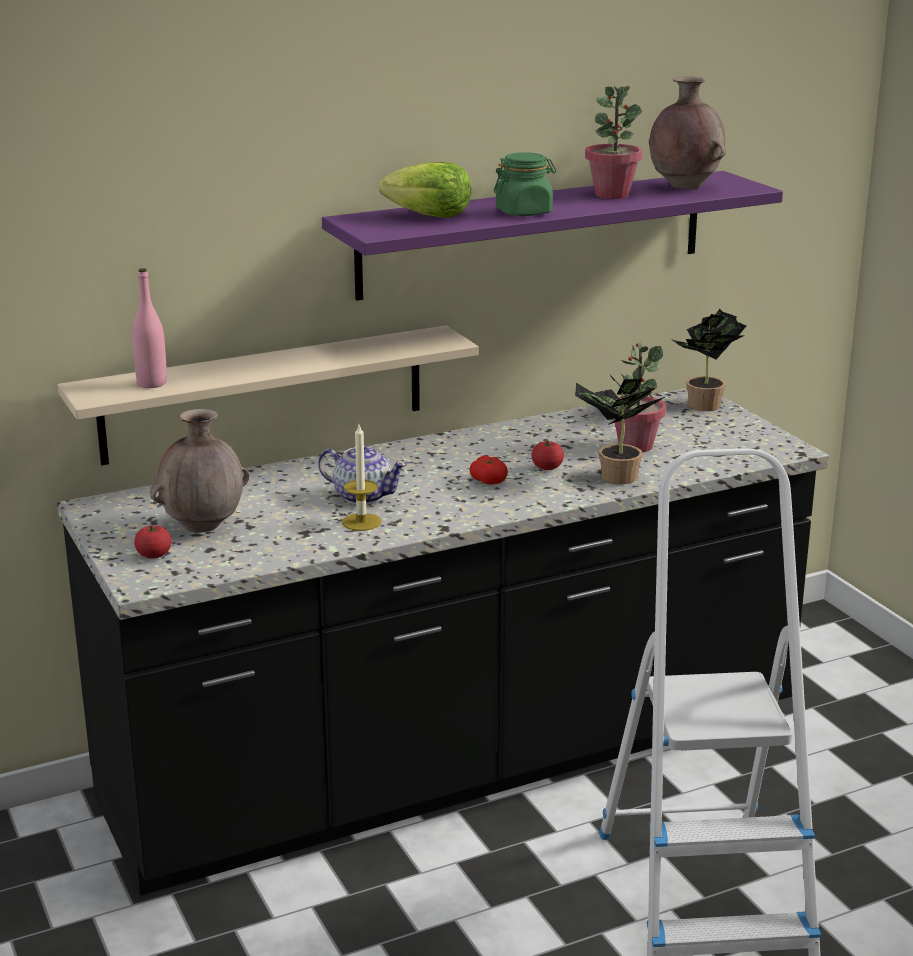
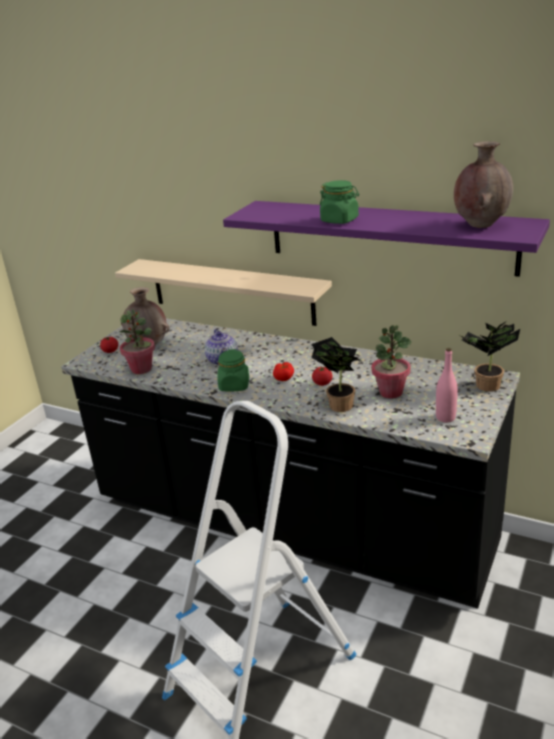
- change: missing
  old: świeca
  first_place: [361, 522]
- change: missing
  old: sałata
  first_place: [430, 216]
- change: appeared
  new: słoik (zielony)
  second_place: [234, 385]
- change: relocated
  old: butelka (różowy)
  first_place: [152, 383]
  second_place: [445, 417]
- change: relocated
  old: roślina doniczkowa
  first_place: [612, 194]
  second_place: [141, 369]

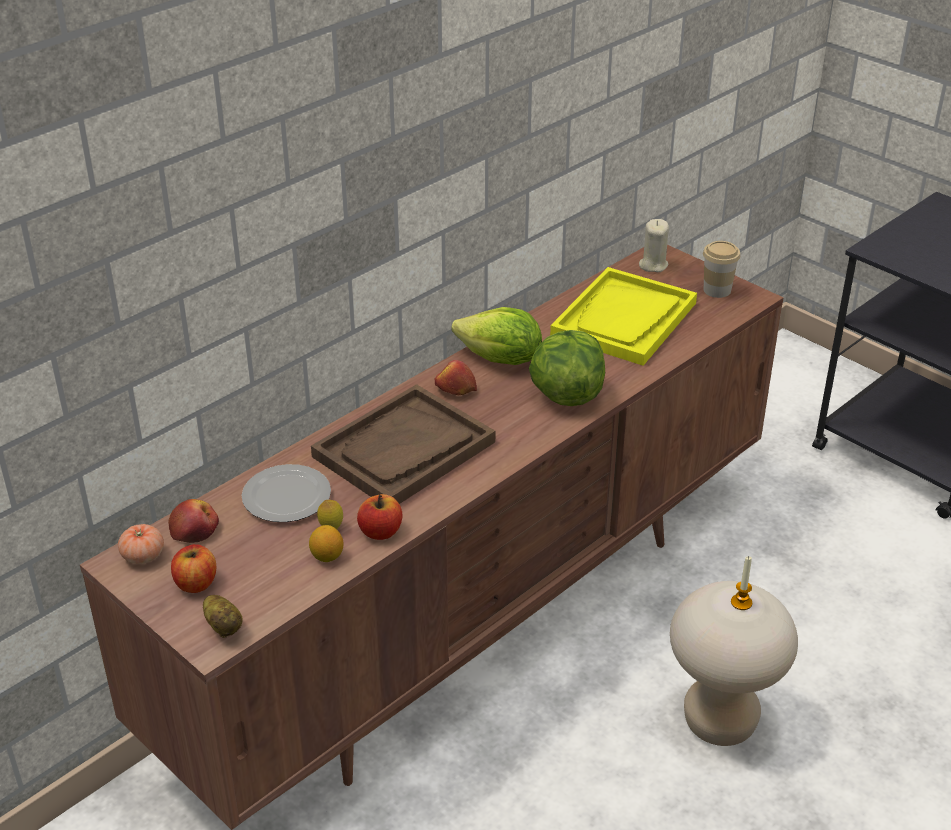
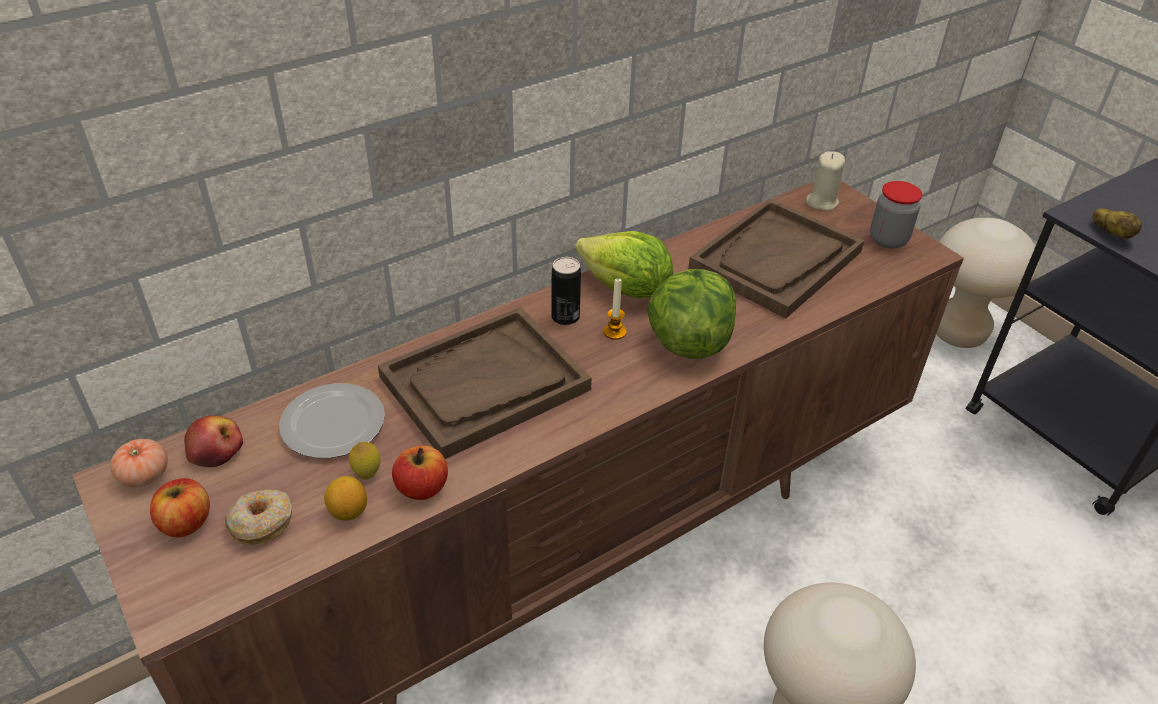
- change: appeared
  new: donut
  second_place: [262, 523]
- change: appeared
  new: stołek (beżowy)
  second_place: [958, 333]
- change: relocated
  old: ziemniak
  first_place: [224, 626]
  second_place: [1111, 234]
- change: relocated
  old: świeca
  first_place: [741, 602]
  second_place: [614, 332]
- change: exchanged
  old: jabłko
  new: puszka
  first_place: [455, 389]
  second_place: [565, 317]
- change: exchanged
  old: filiżanka
  new: słoik
  first_place: [717, 290]
  second_place: [888, 239]
- change: colour
  old: taca (żółty)
  new: taca (brązowy)
  first_place: [624, 320]
  second_place: [776, 260]

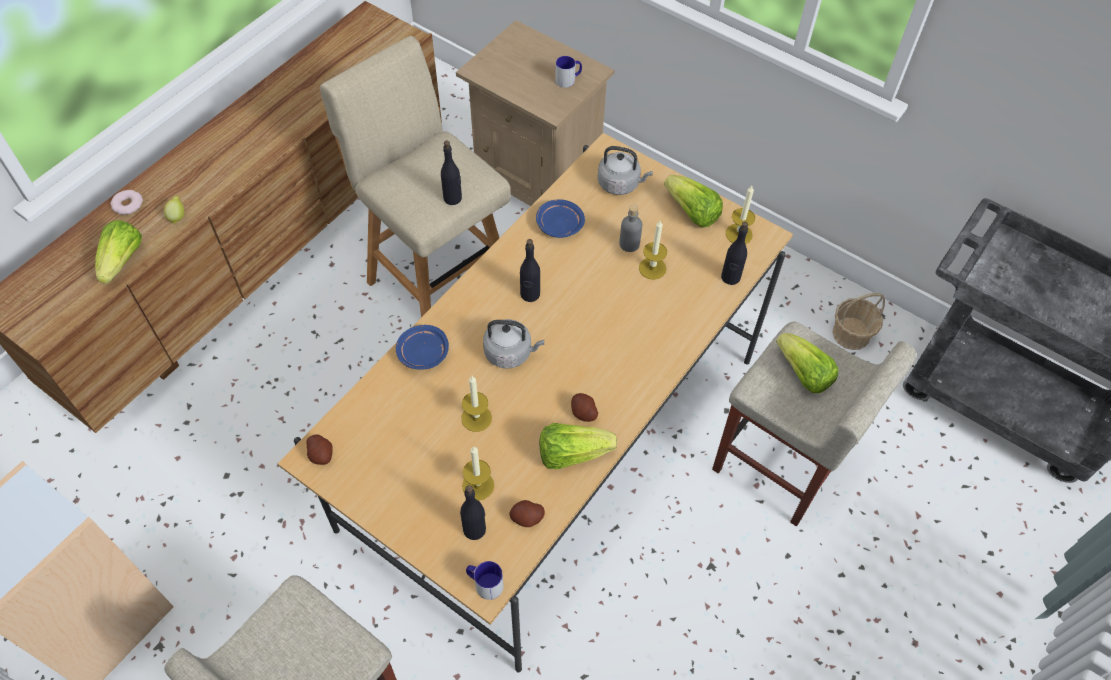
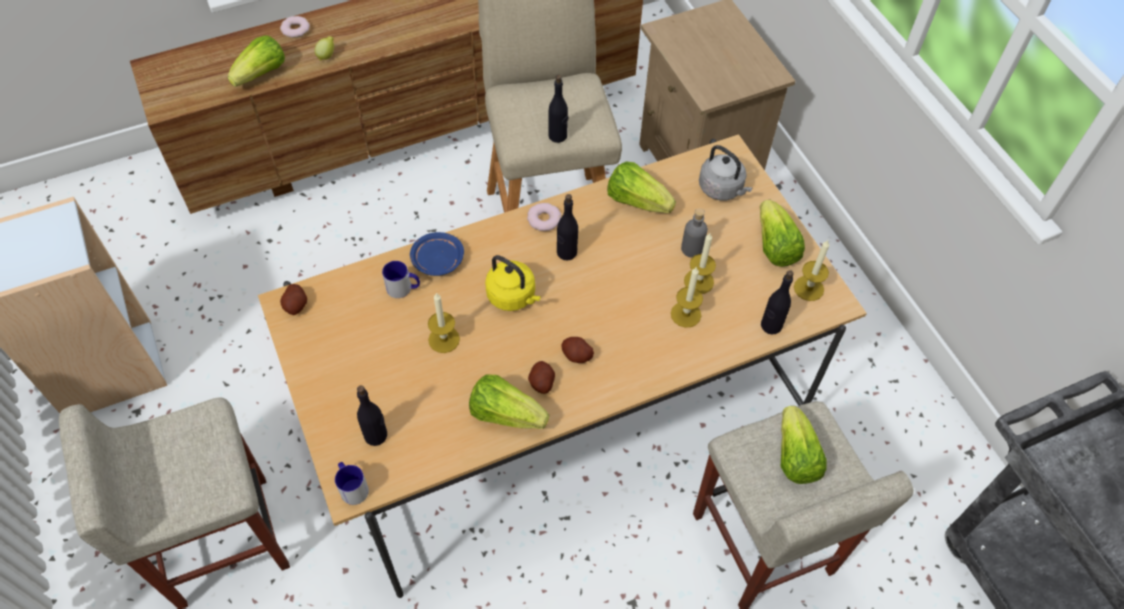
- change: missing
  old: koszyk
  first_place: [851, 334]
- change: appeared
  new: donut
  second_place: [543, 219]
- change: relocated
  old: świeca
  first_place: [478, 485]
  second_place: [686, 314]
- change: relocated
  old: ziemniak
  first_place: [527, 518]
  second_place: [577, 355]
- change: relocated
  old: kubek
  first_place: [568, 79]
  second_place: [403, 288]
- change: exchanged
  old: talerz (niebieski)
  new: sałata
  first_place: [559, 224]
  second_place: [637, 201]
- change: colour
  old: czajnik (szary)
  new: czajnik (żółty)
  first_place: [510, 353]
  second_place: [513, 296]

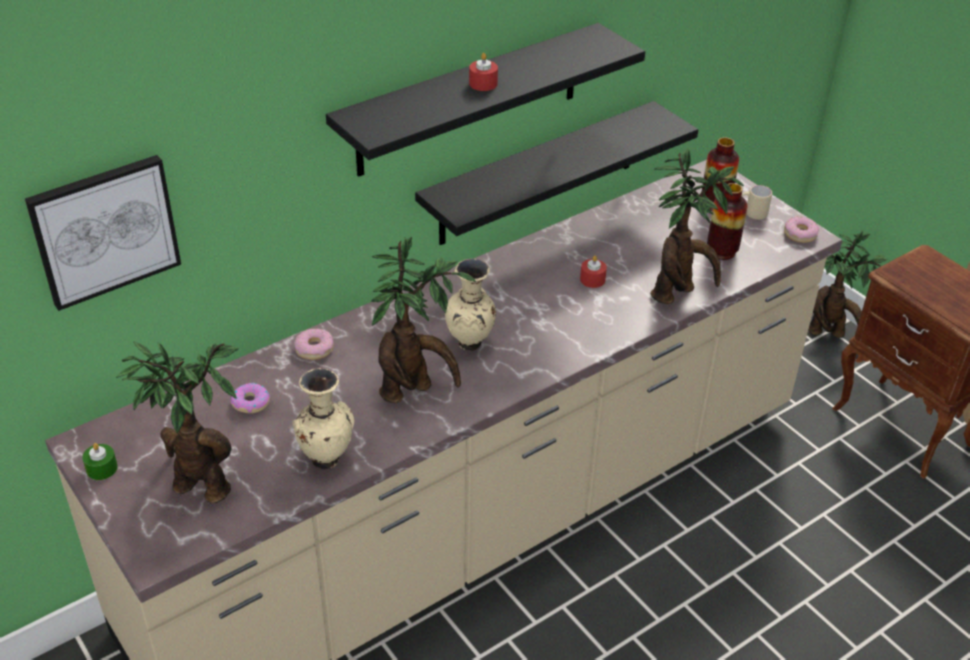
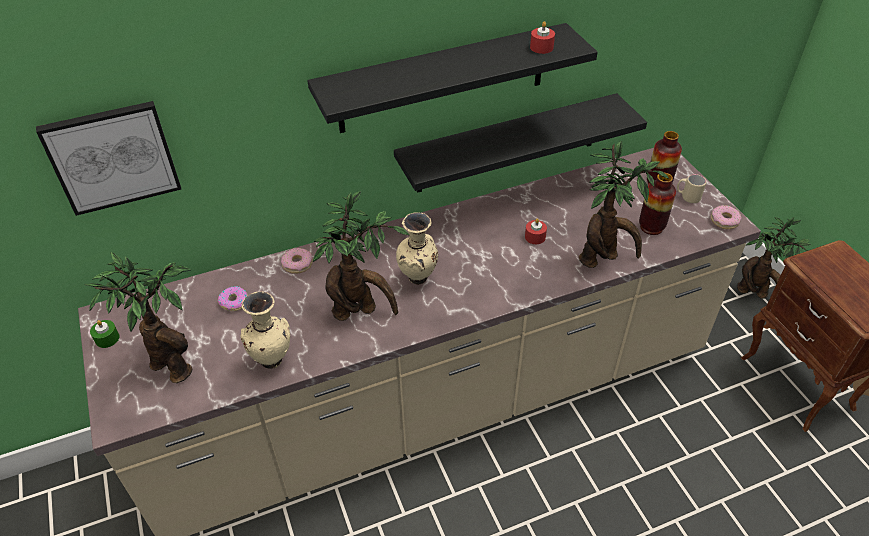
- change: relocated
  old: świeca (czerwony)
  first_place: [483, 83]
  second_place: [541, 47]

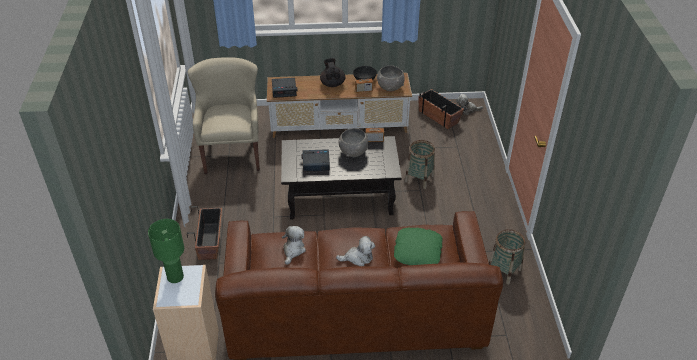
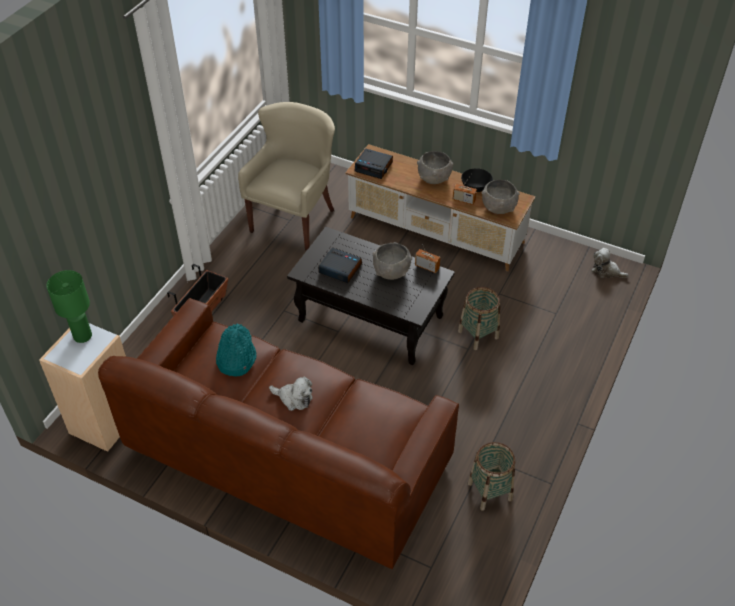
- change: missing
  old: poduszka (zielony)
  first_place: [417, 251]
- change: missing
  old: donica
  first_place: [438, 116]
- change: exchanged
  old: pluszak
  new: kapelusz (turkusowy)
  first_place: [293, 250]
  second_place: [235, 359]
- change: exchanged
  old: imbryk (czarny)
  new: miska (szary)
  first_place: [332, 83]
  second_place: [434, 178]

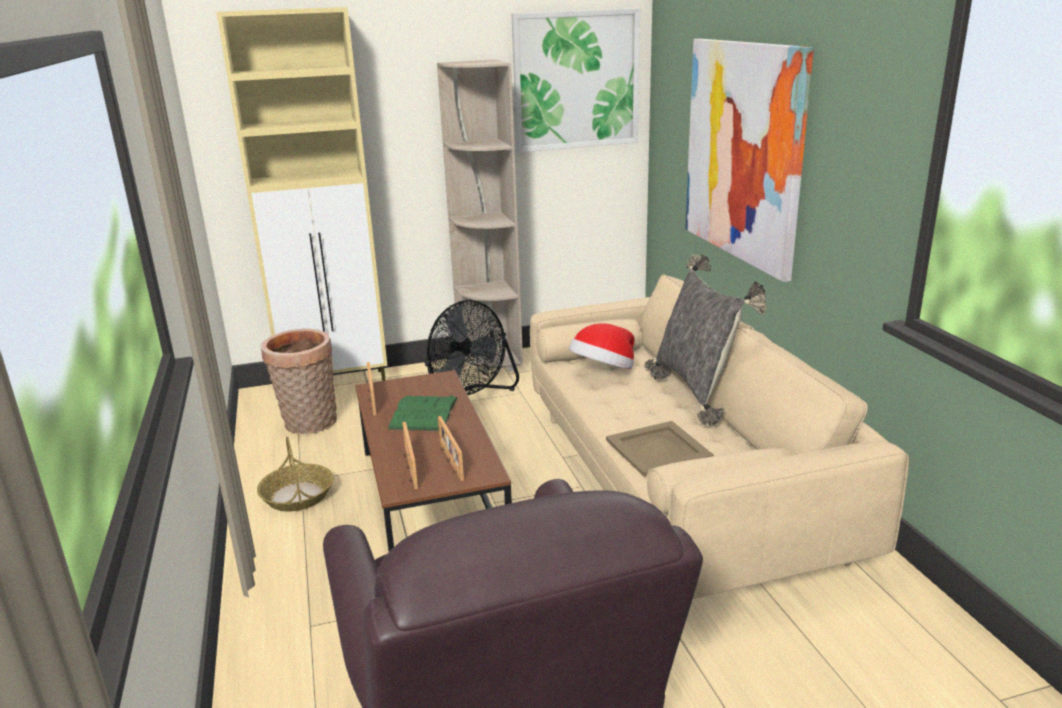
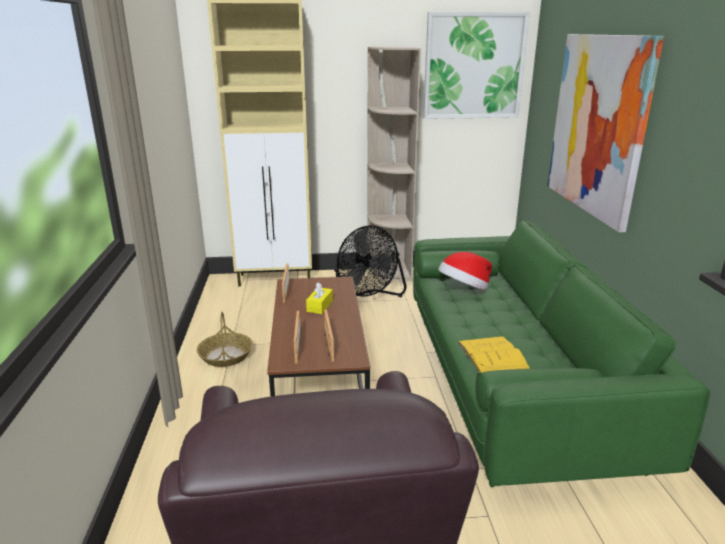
- change: missing
  old: koszyk
  first_place: [309, 424]
- change: missing
  old: poduszka
  first_place: [699, 399]
- change: exchanged
  old: książka (zielony)
  new: pudełko chusteczek (żółty)
  first_place: [424, 413]
  second_place: [319, 306]
- change: exchanged
  old: taca (beżowy)
  new: książka (żółty)
  first_place: [657, 448]
  second_place: [492, 355]
- change: colour
  old: kanapa (beżowy)
  new: kanapa (zielony)
  first_place: [677, 483]
  second_place: [512, 384]

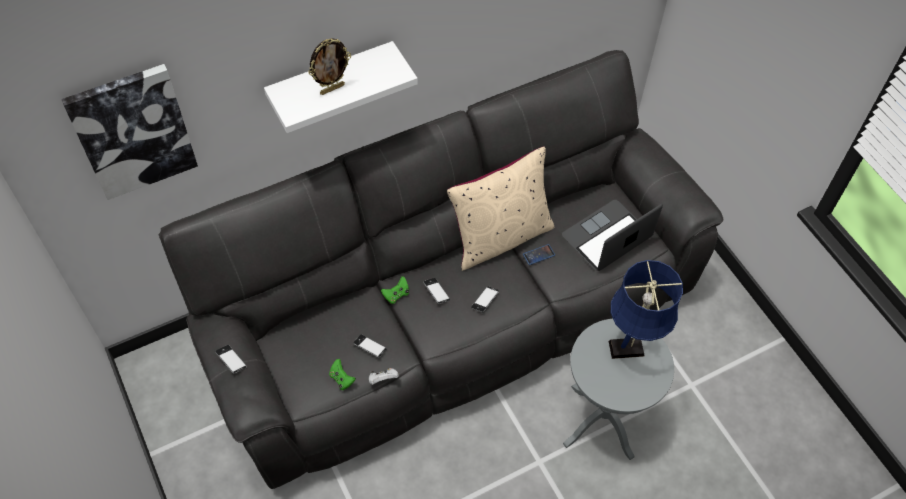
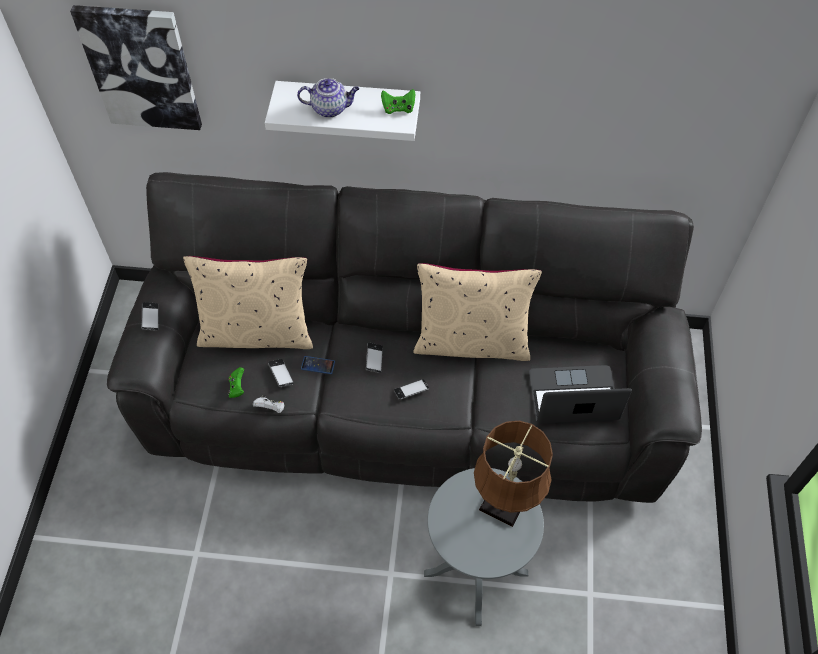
- change: appeared
  new: poduszka (beżowy)
  second_place: [257, 332]
- change: relocated
  old: pad do gier (zielony)
  first_place: [396, 295]
  second_place: [398, 109]
- change: relocated
  old: telefon
  first_place: [538, 255]
  second_place: [318, 365]
- change: exchanged
  old: ramka na zdjęcie
  new: imbryk
  first_place: [332, 89]
  second_place: [330, 108]
- change: colour
  old: lampa stołowa (niebieski)
  new: lampa stołowa (brązowy)
  first_place: [630, 348]
  second_place: [504, 511]

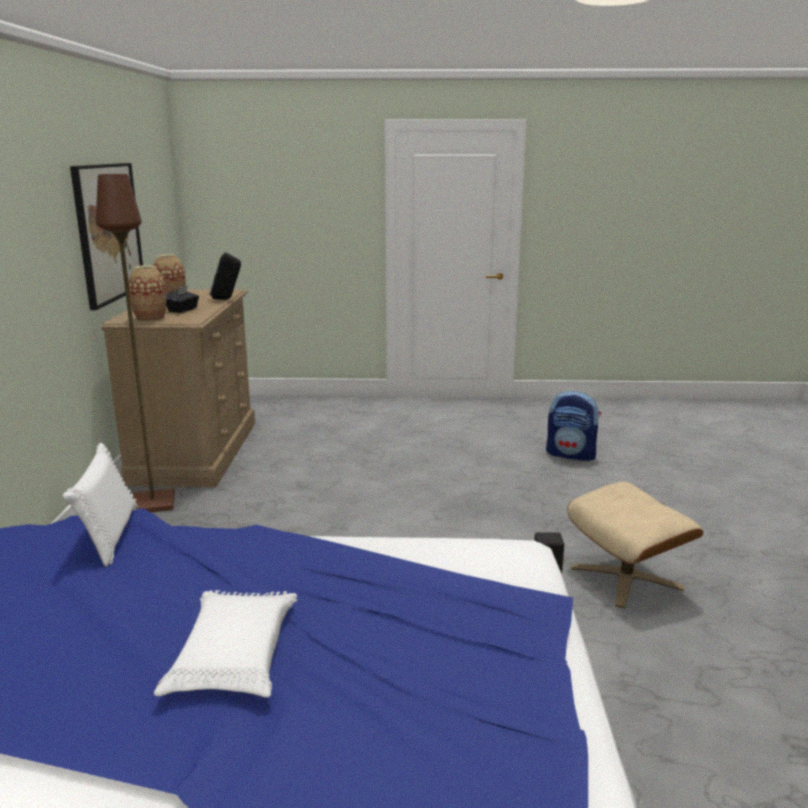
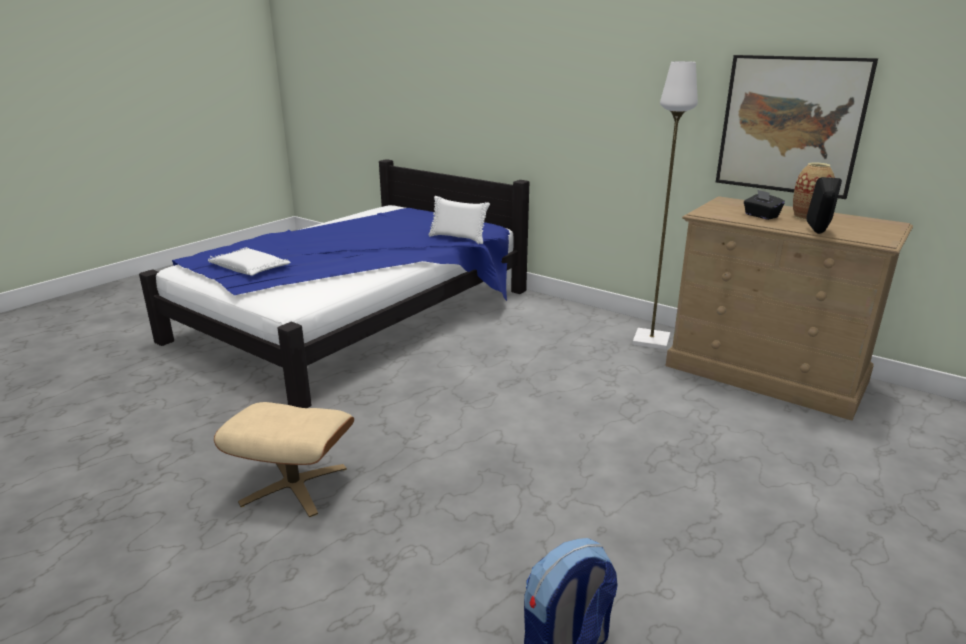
- change: missing
  old: wazon
  first_place: [150, 319]
- change: relocated
  old: poduszka (biały)
  first_place: [234, 651]
  second_place: [249, 267]
- change: colour
  old: lampa stojąca (brązowy)
  new: lampa stojąca (biały)
  first_place: [154, 503]
  second_place: [652, 340]

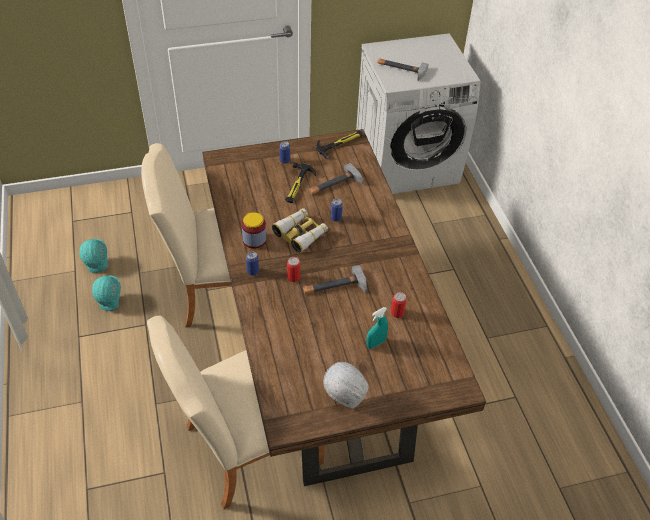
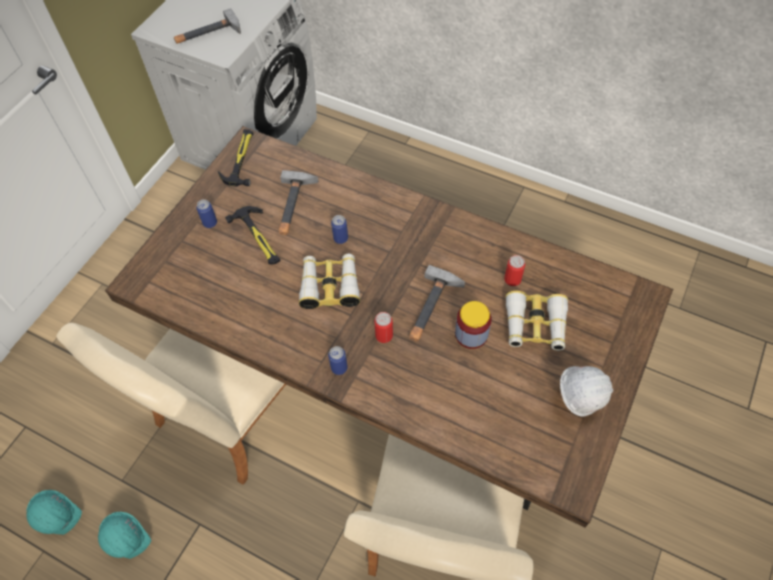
- change: relocated
  old: słoik
  first_place: [254, 240]
  second_place: [471, 334]
- change: exchanged
  old: spryskiwacz (turkusowy)
  new: lornetka
  first_place: [376, 343]
  second_place: [535, 326]

